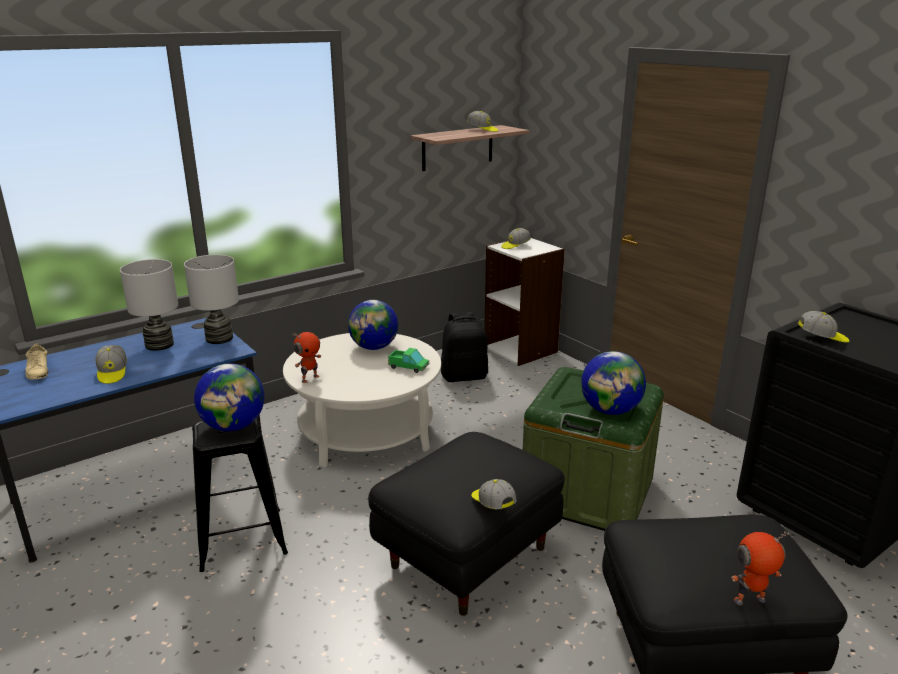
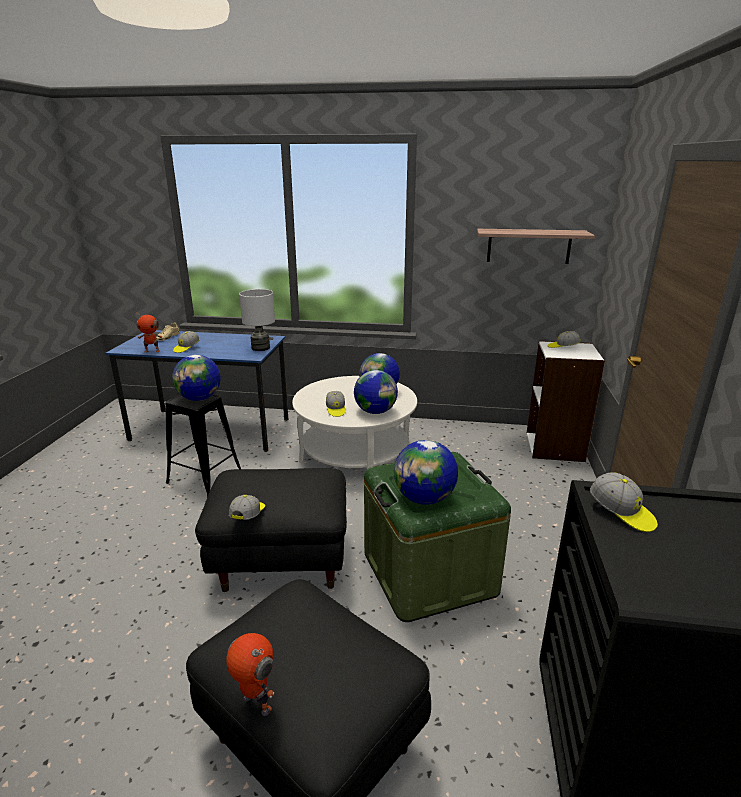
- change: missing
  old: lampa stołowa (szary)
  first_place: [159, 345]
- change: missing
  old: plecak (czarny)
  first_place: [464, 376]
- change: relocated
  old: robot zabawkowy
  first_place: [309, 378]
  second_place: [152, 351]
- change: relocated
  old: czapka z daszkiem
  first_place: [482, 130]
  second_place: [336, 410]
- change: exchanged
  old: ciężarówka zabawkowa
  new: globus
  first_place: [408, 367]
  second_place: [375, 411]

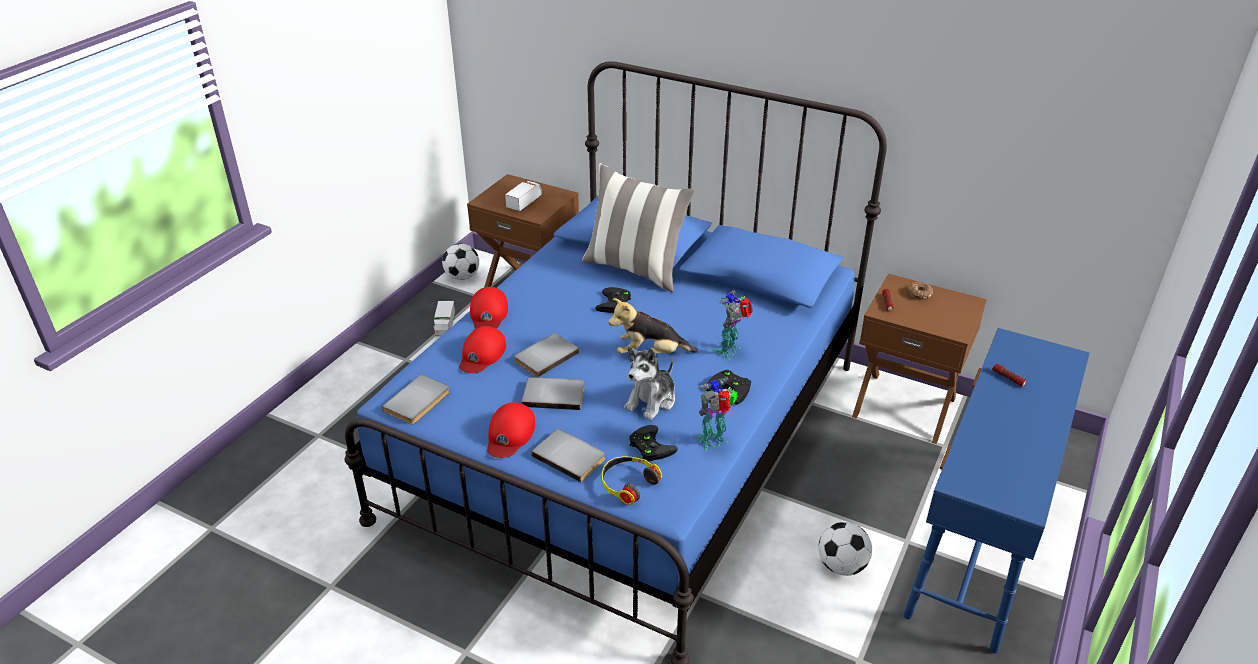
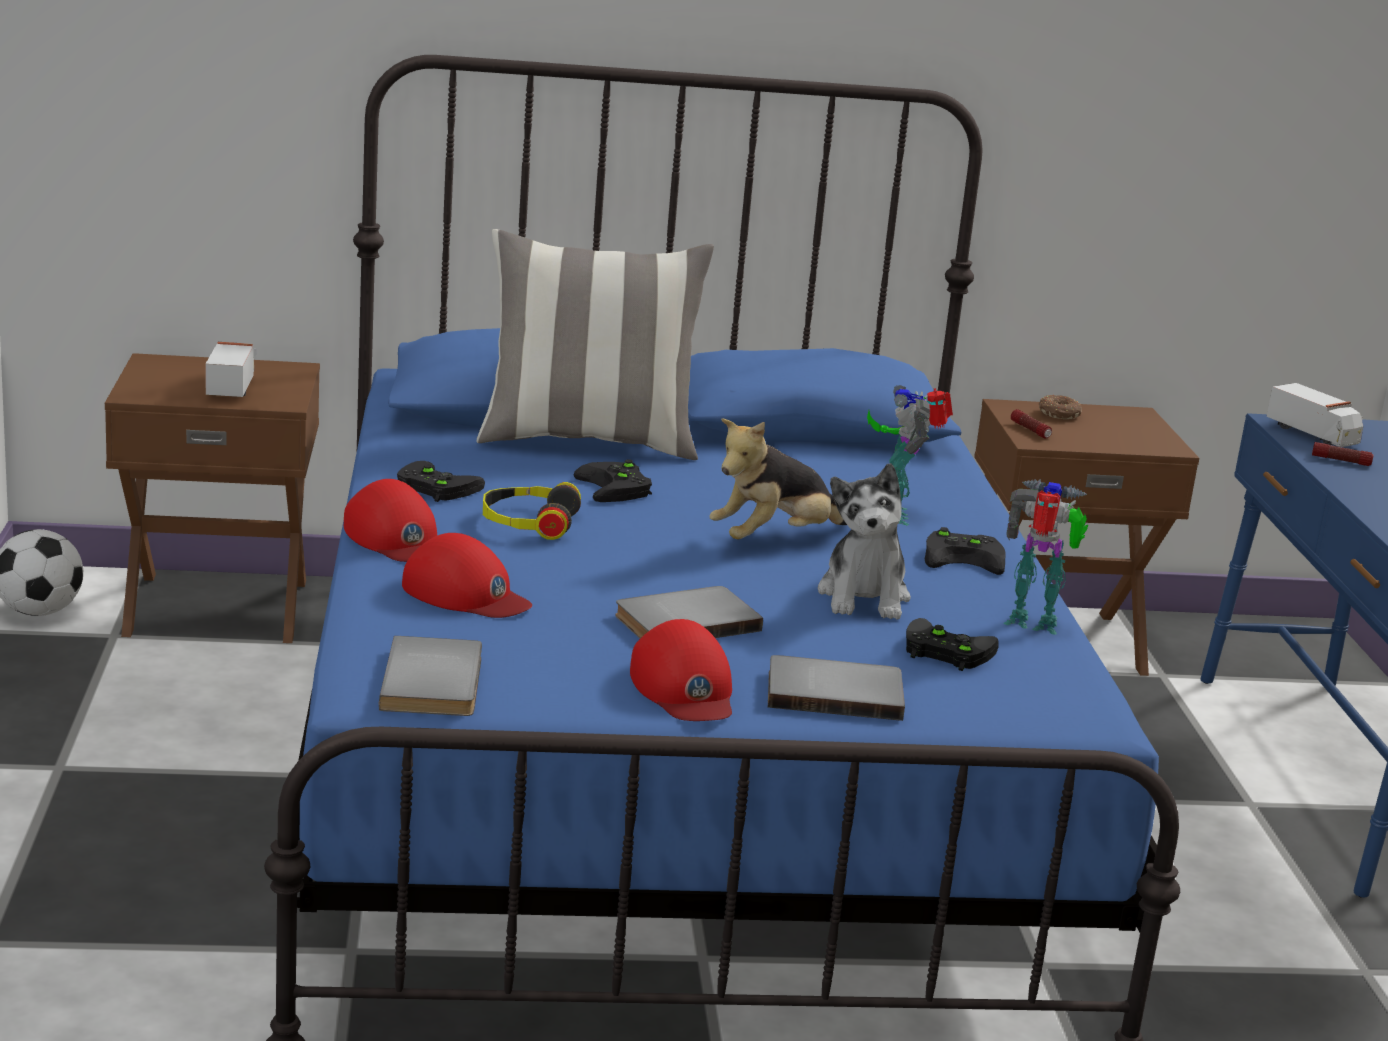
- change: missing
  old: książka (szary)
  first_place: [545, 356]
- change: missing
  old: piłka futbolowa
  first_place: [841, 566]
- change: appeared
  new: pad do gier (czarny)
  second_place: [433, 487]
- change: relocated
  old: ciężarówka zabawkowa
  first_place: [445, 326]
  second_place: [1313, 435]
- change: relocated
  old: słuchawki
  first_place: [628, 483]
  second_place: [528, 522]
- change: spun
  old: czapka z daszkiem (czerwony)
  first_place: [482, 354]
  second_place: [466, 594]
  degrees: -45
- change: spun
  old: robot zabawkowy
  first_place: [714, 441]
  second_place: [1034, 624]
  degrees: 75

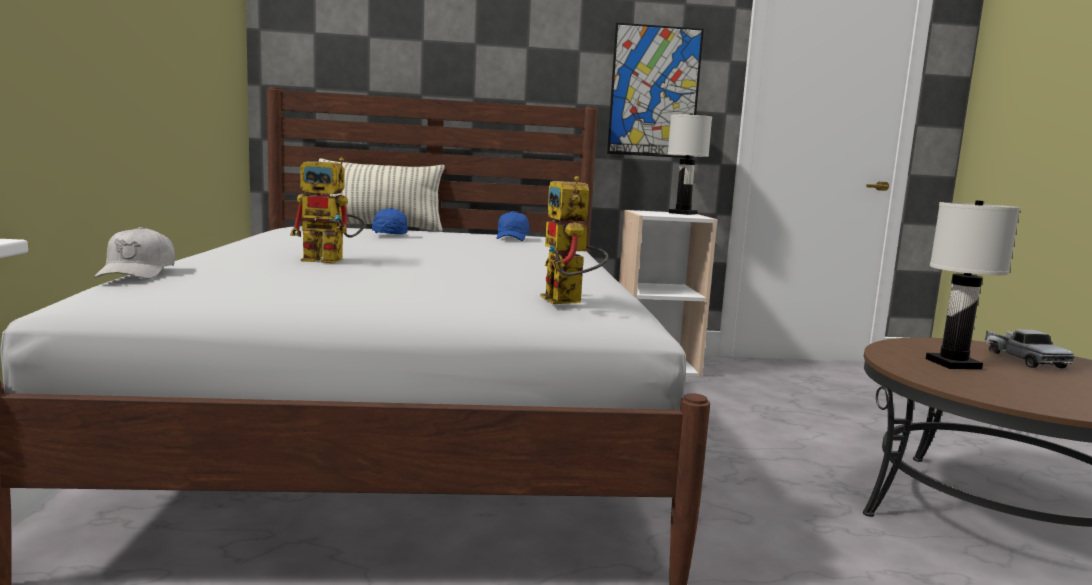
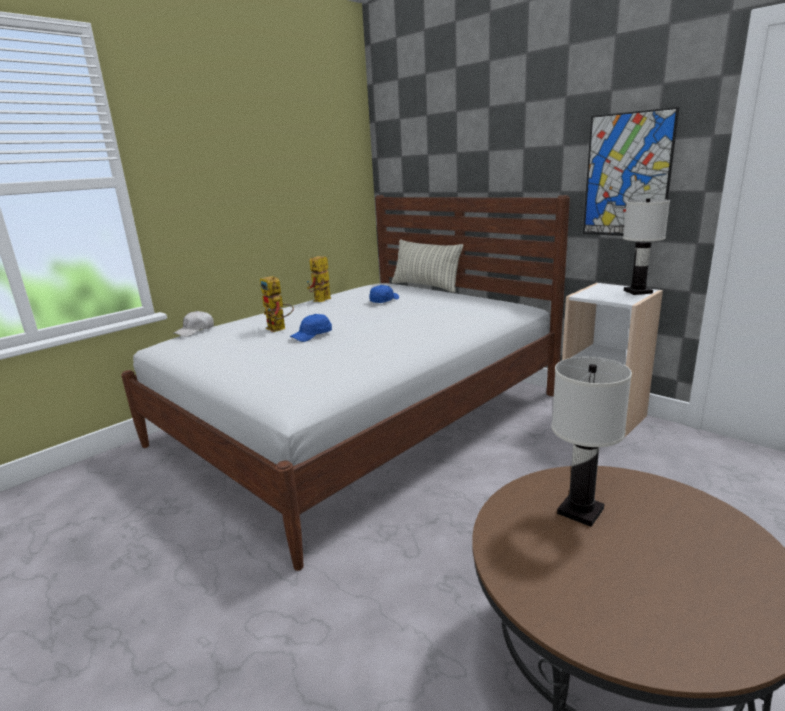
- change: missing
  old: ciężarówka zabawkowa
  first_place: [1023, 359]
- change: relocated
  old: czapka z daszkiem (niebieski)
  first_place: [512, 238]
  second_place: [312, 336]
- change: relocated
  old: robot zabawkowy
  first_place: [569, 302]
  second_place: [321, 301]

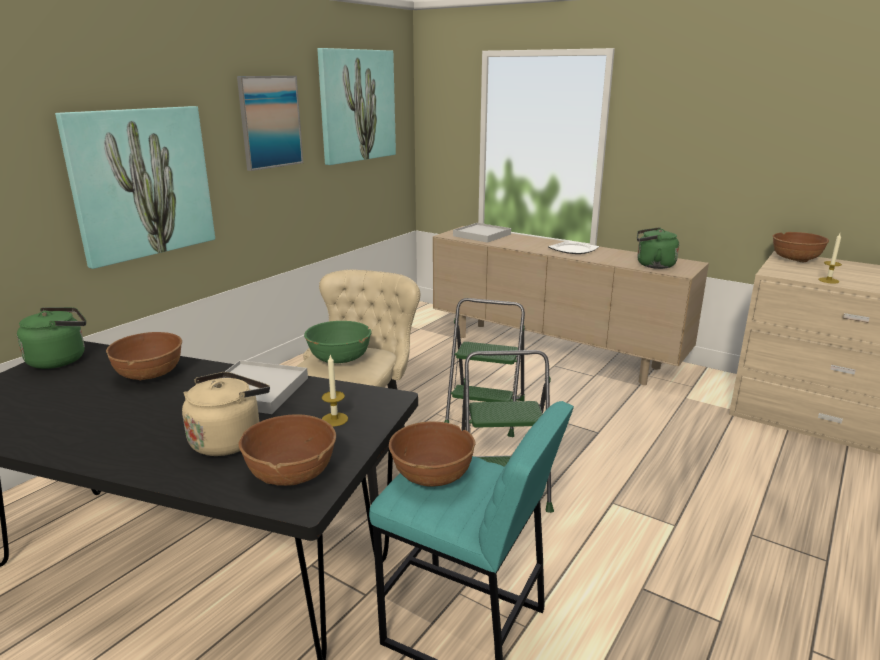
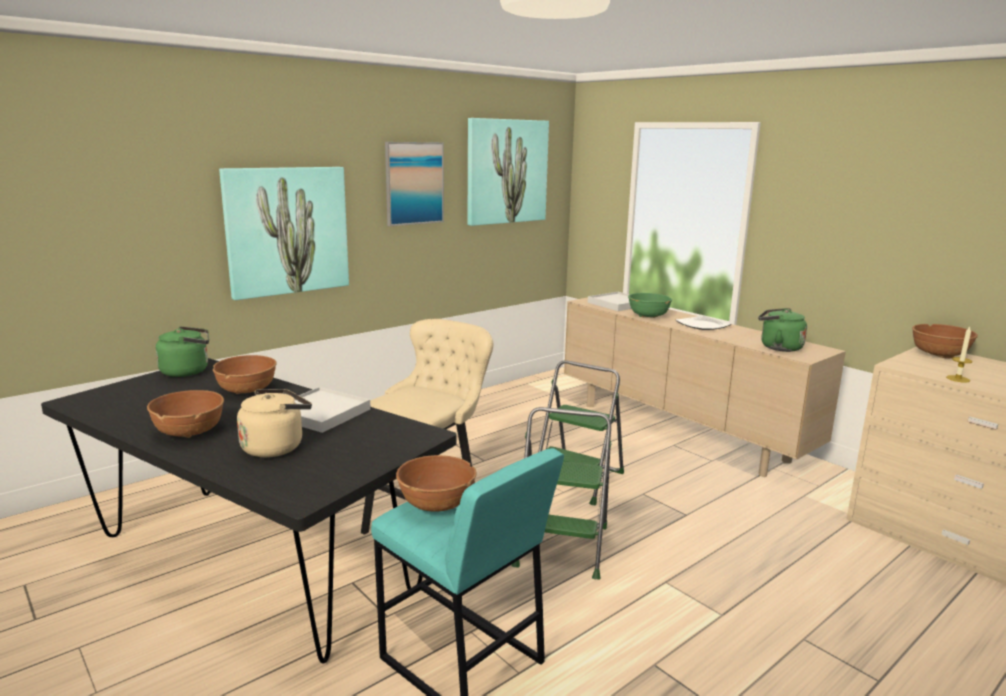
- change: missing
  old: świeca
  first_place: [334, 419]
- change: relocated
  old: miska (brązowy)
  first_place: [291, 473]
  second_place: [189, 432]
- change: relocated
  old: miska (zielony)
  first_place: [339, 359]
  second_place: [648, 316]

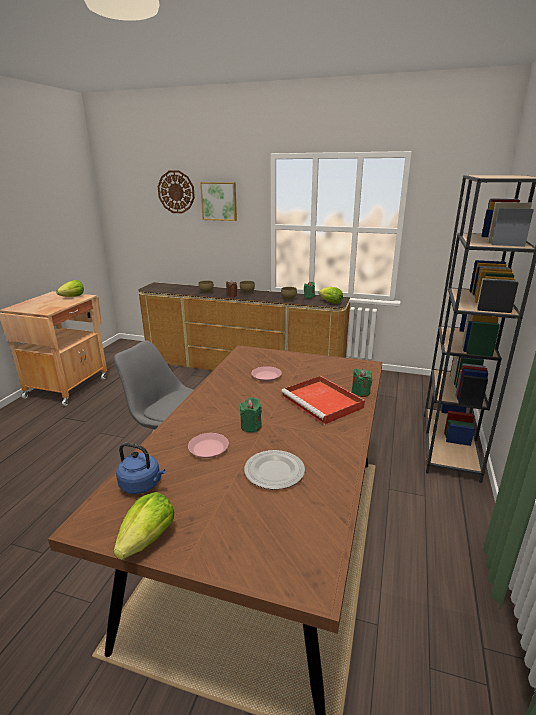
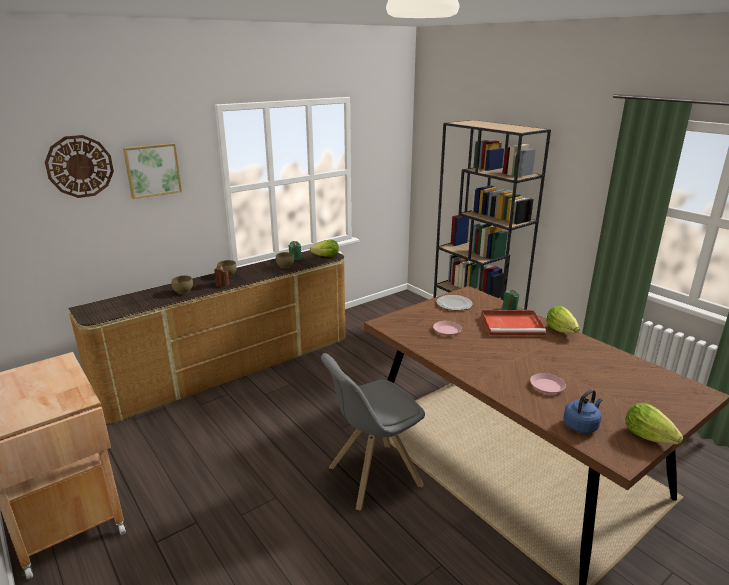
- change: missing
  old: świeca (zielony)
  first_place: [251, 426]
- change: relocated
  old: sałata
  first_place: [73, 297]
  second_place: [561, 330]
- change: relocated
  old: talerz
  first_place: [273, 471]
  second_place: [454, 304]

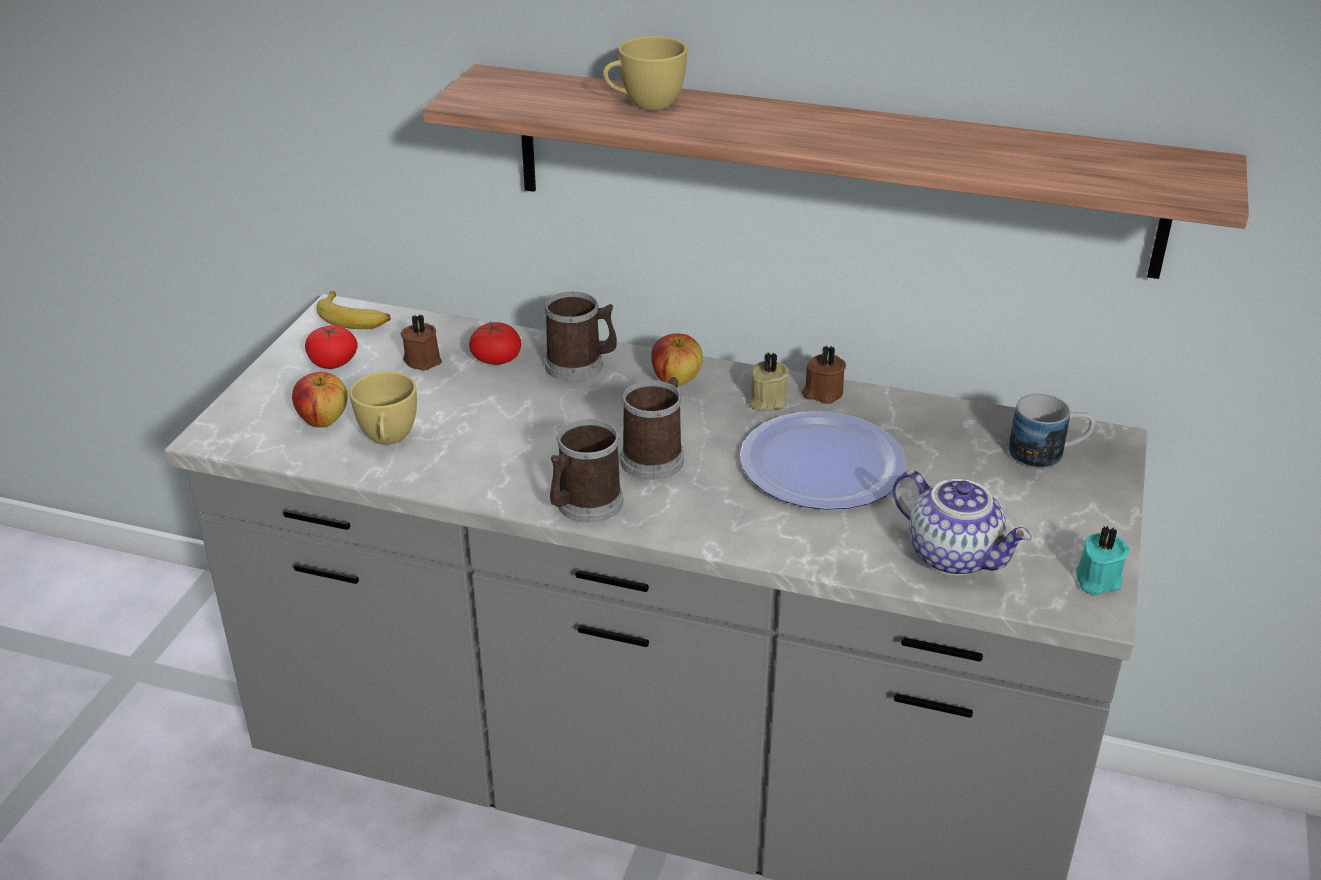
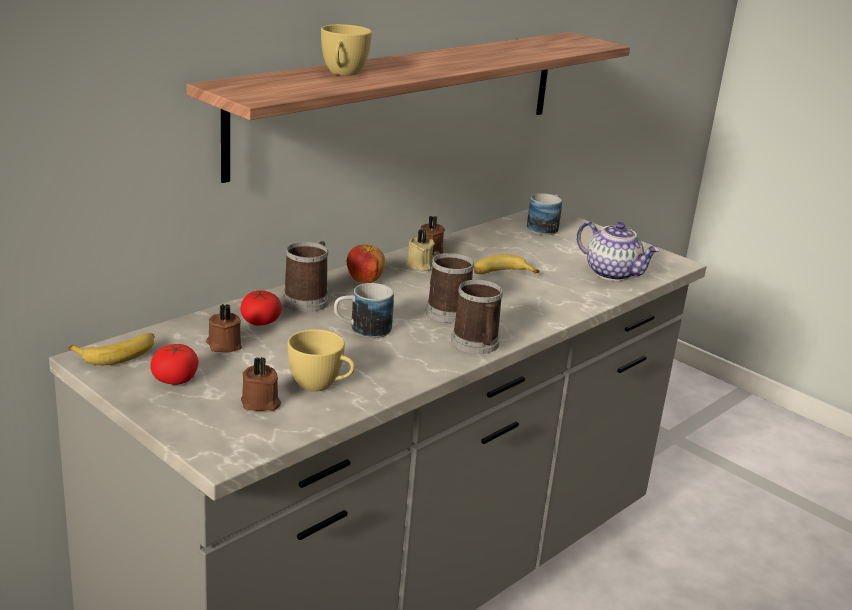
- change: missing
  old: świeca (turkusowy)
  first_place: [1096, 580]
- change: appeared
  new: kubek
  second_place: [362, 330]
- change: exchanged
  old: jabłko
  new: świeca (brązowy)
  first_place: [323, 420]
  second_place: [260, 403]
- change: exchanged
  old: talerz
  new: banan
  first_place: [821, 464]
  second_place: [501, 274]
- change: spun
  old: imbryk
  first_place: [955, 555]
  second_place: [613, 273]
  degrees: 60

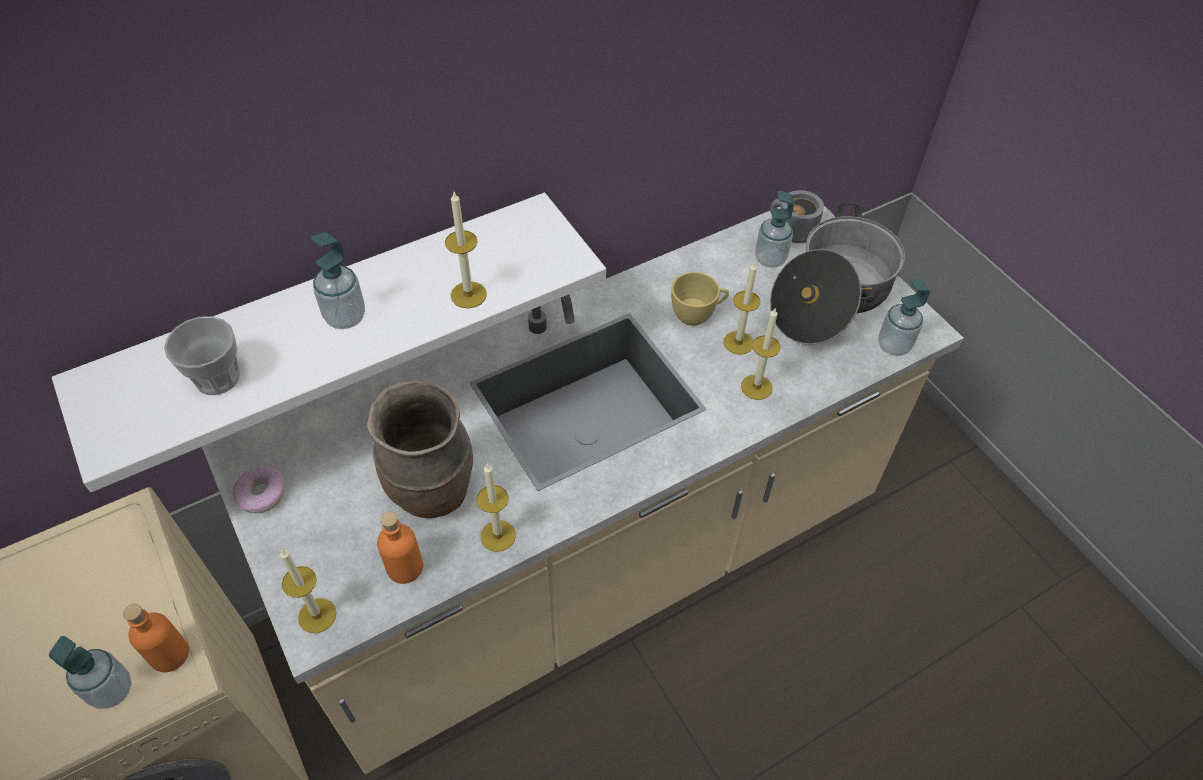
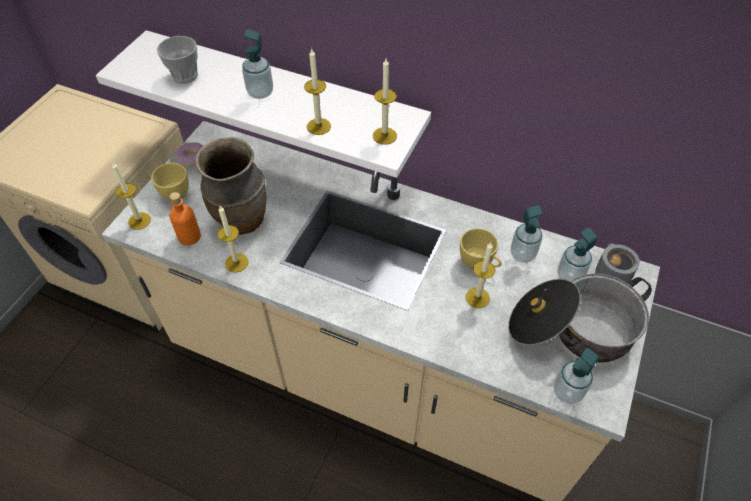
- change: missing
  old: butelka (pomarańczowy)
  first_place: [170, 654]
- change: appeared
  new: filiżanka (żółty)
  second_place: [176, 191]
- change: relocated
  old: dozownik mydła
  first_place: [112, 690]
  second_place: [522, 254]
- change: relocated
  old: świeca
  first_place: [756, 387]
  second_place: [384, 136]

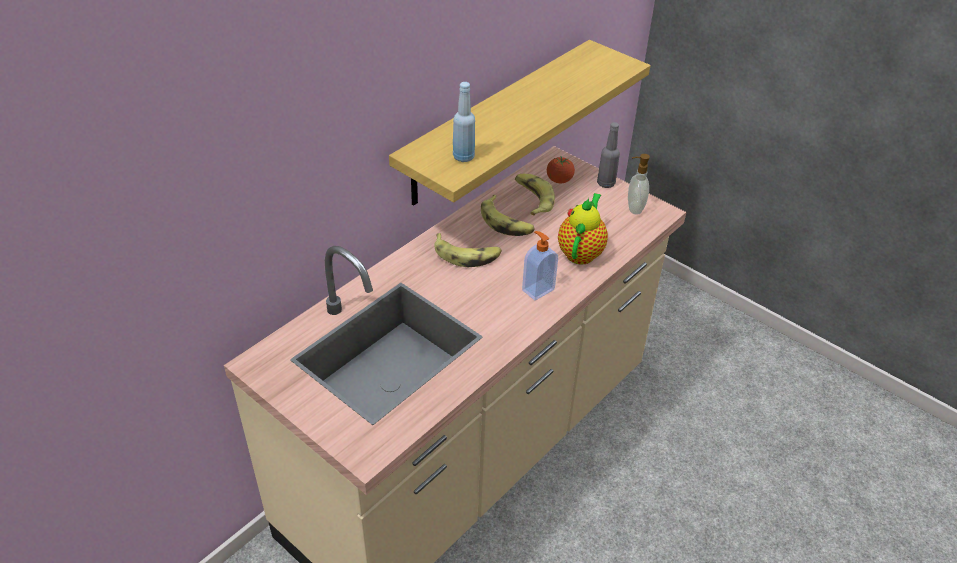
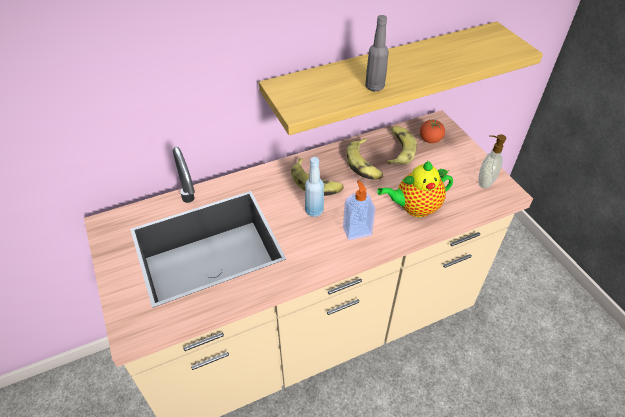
- change: relocated
  old: butelka (niebieski)
  first_place: [463, 157]
  second_place: [314, 211]
- change: relocated
  old: butelka (szary)
  first_place: [606, 183]
  second_place: [374, 86]
- change: spun
  old: imbryk
  first_place: [581, 252]
  second_place: [414, 208]
  degrees: -150

